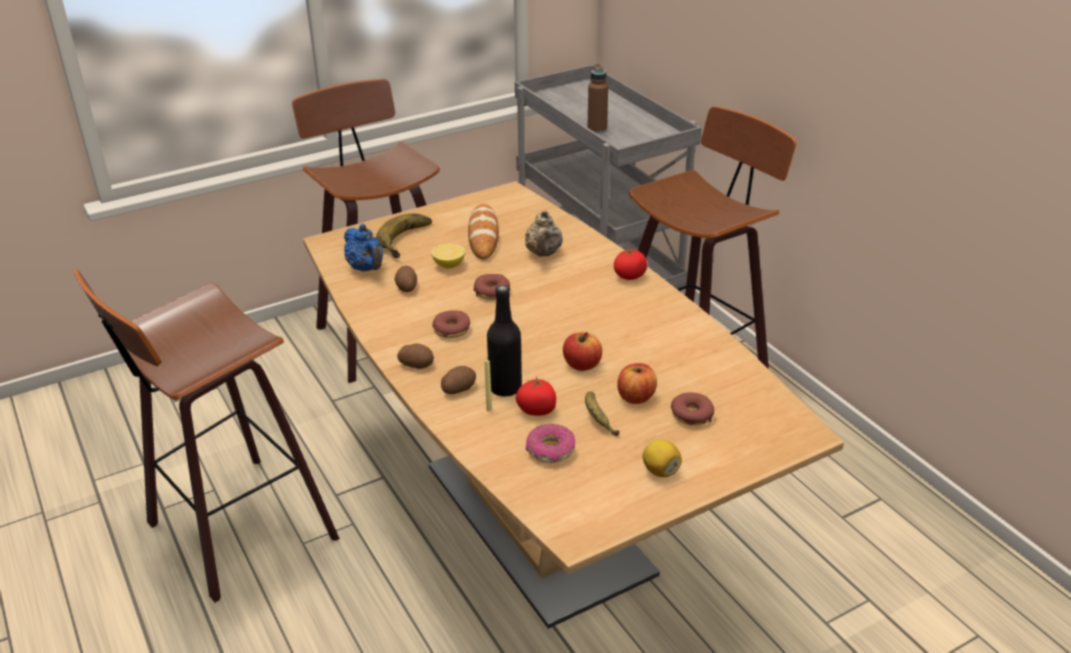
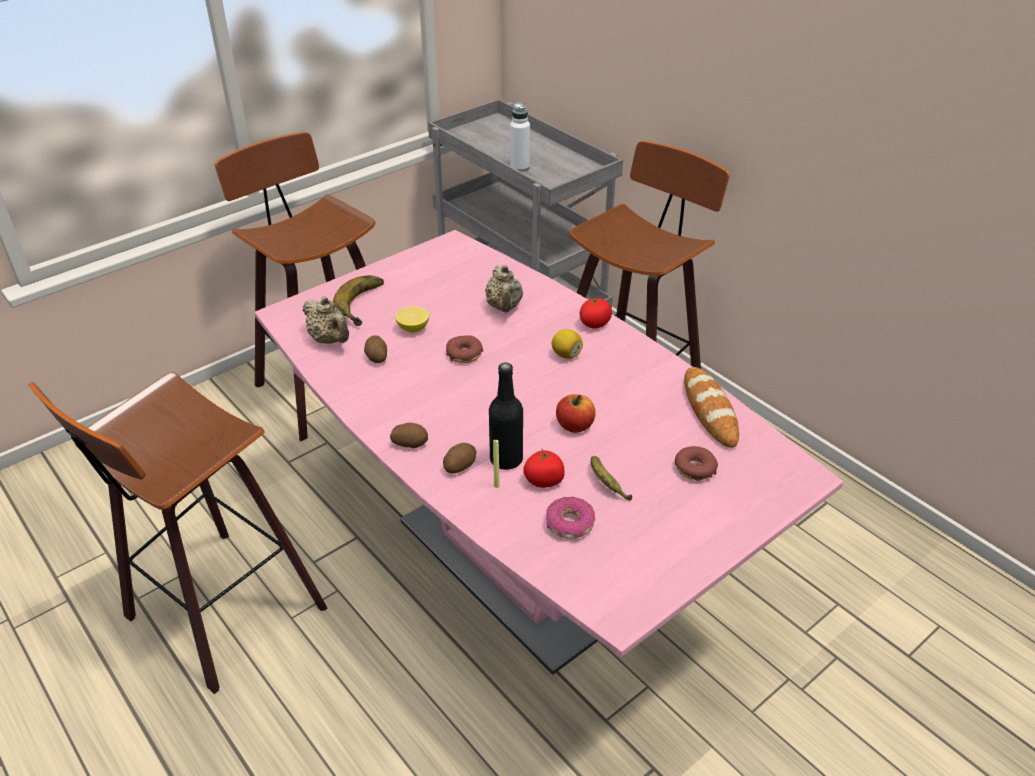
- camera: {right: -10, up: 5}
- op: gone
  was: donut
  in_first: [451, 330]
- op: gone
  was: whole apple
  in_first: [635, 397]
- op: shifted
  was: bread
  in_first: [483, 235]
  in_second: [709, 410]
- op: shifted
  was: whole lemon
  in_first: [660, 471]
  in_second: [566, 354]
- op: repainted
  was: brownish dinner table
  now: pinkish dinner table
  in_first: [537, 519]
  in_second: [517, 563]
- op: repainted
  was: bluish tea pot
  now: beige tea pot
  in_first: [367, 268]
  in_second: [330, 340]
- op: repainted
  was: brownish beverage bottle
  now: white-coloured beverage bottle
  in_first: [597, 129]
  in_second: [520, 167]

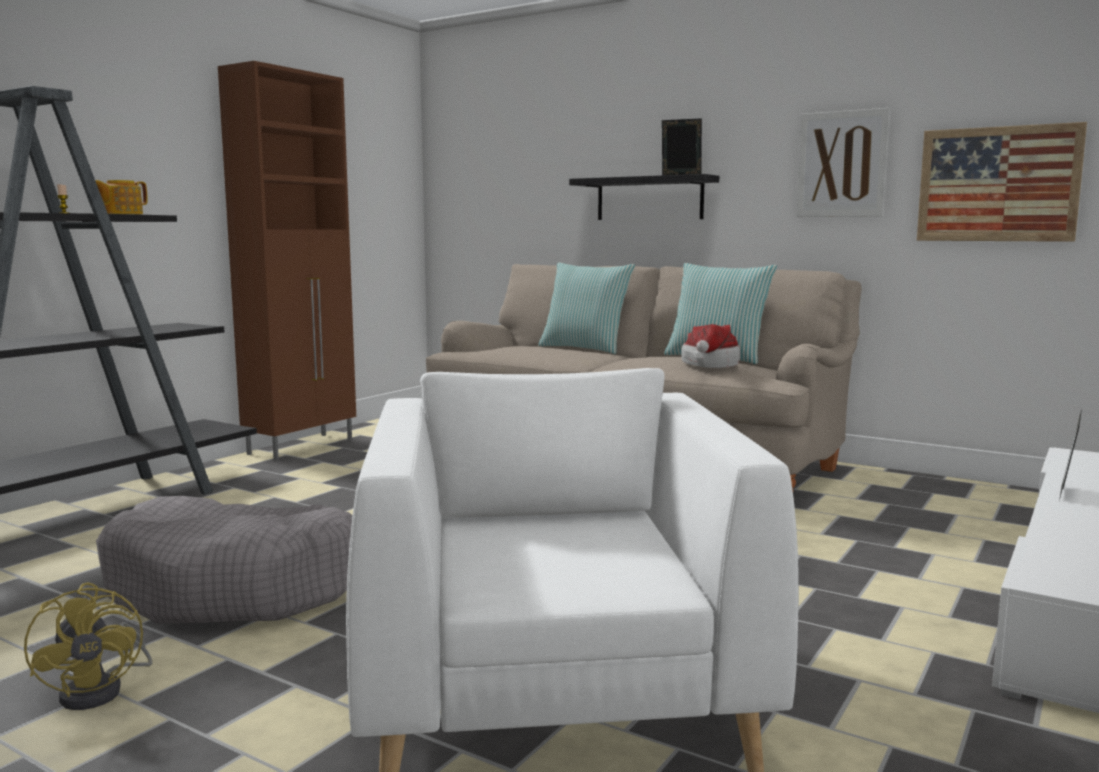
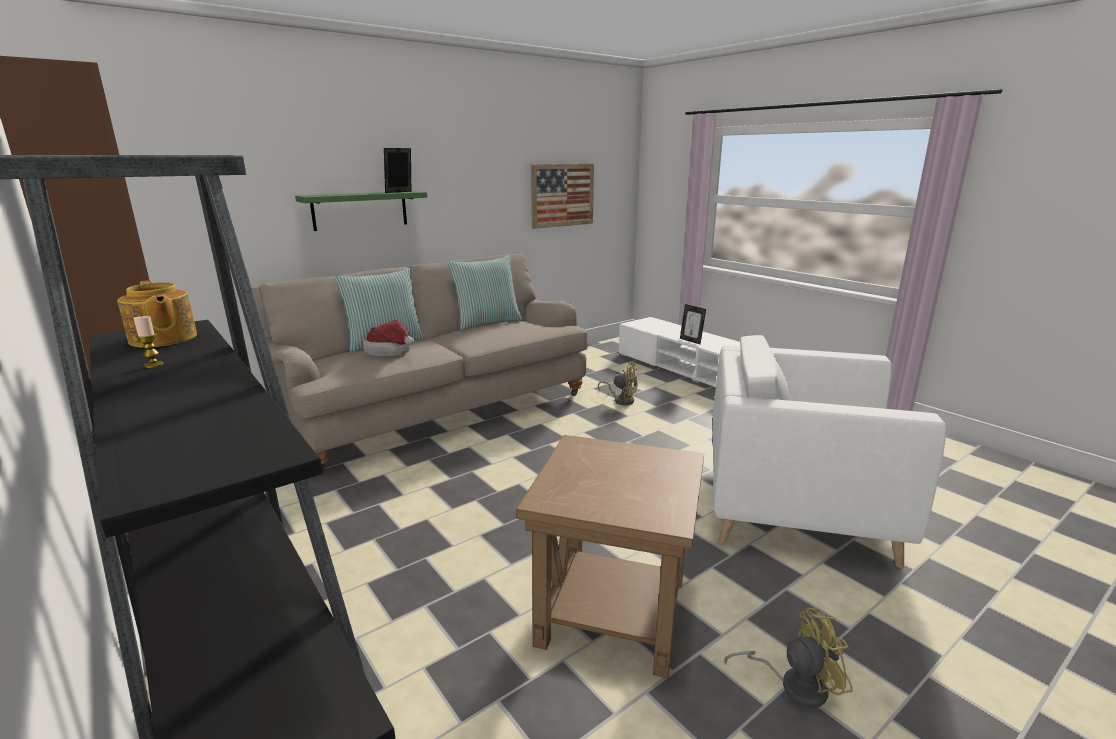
- camera: {right: -70, up: 10}
- op: gone
  was: picture
  in_first: [842, 164]
- op: new
  now: yellow-coloured electric fan
  in_second: [622, 400]
- op: shifted
  was: hat
  in_first: [709, 364]
  in_second: [391, 352]
- op: swapped
  was: gray dog cushion
  now: brownish end table
  in_first: [238, 588]
  in_second: [614, 612]
- op: repainted
  was: blackish bracket shelf
  now: green bracket shelf
  in_first: [649, 198]
  in_second: [360, 210]

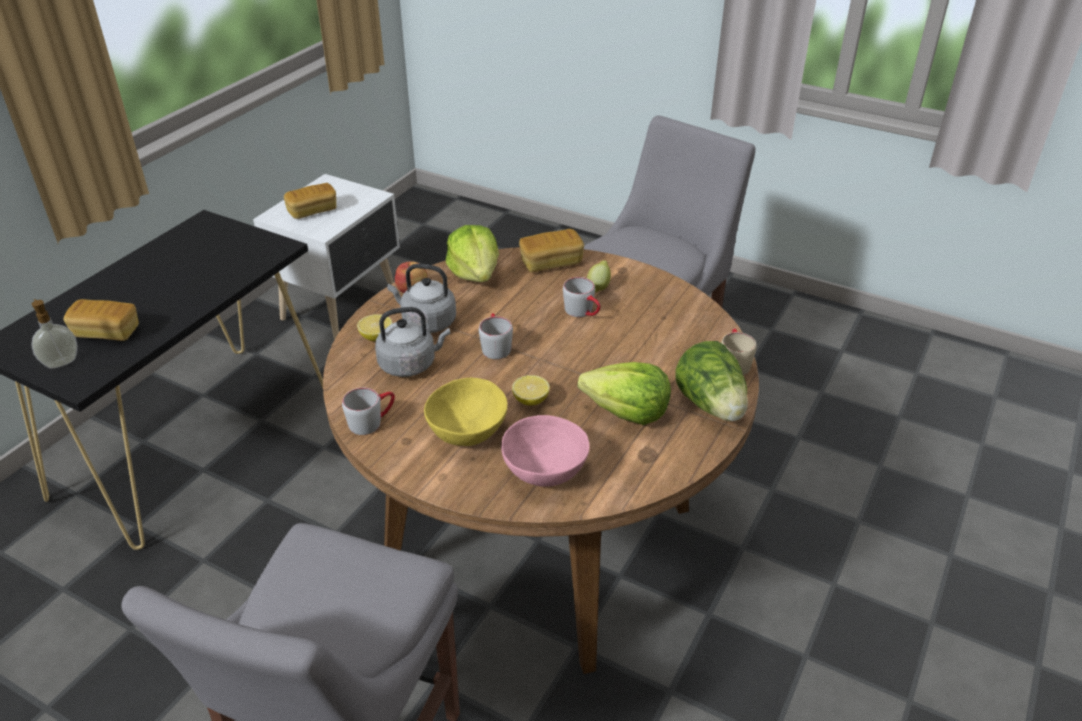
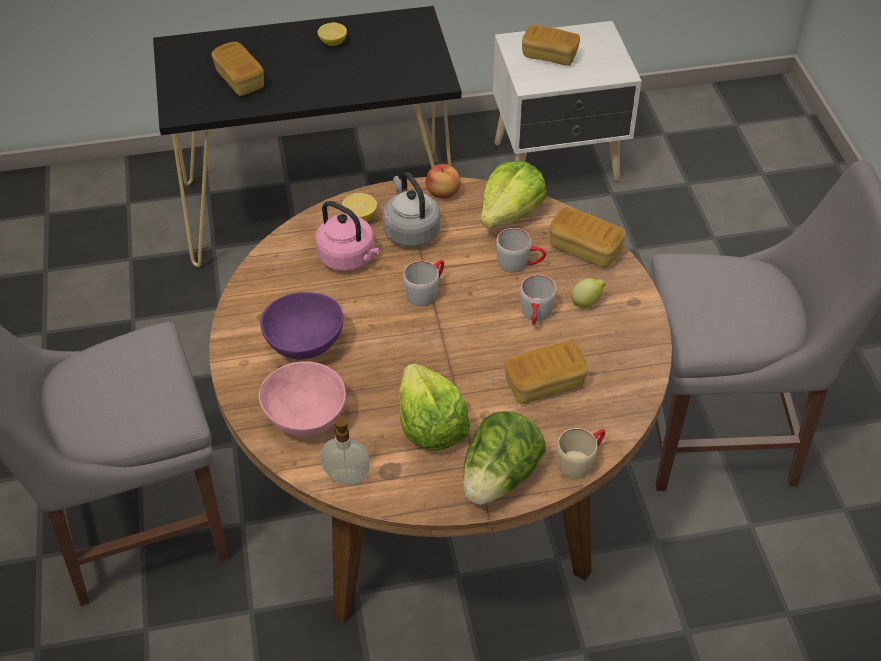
- camera: {right: 50, up: 10}
- op: new
  now: bread
  in_second: [544, 384]
- op: shifted
  was: soap bottle
  in_first: [61, 362]
  in_second: [347, 475]
- op: shifted
  was: gray tea mug
  in_first: [372, 421]
  in_second: [520, 263]
- op: shifted
  was: whole lemon
  in_first: [530, 400]
  in_second: [333, 42]
- op: repainted
  was: gray water kettle
  now: pinkish water kettle
  in_first: [410, 364]
  in_second: [349, 258]
- op: repainted
  was: yellow-coloured deep dish
  now: purple deep dish
  in_first: [469, 432]
  in_second: [306, 345]

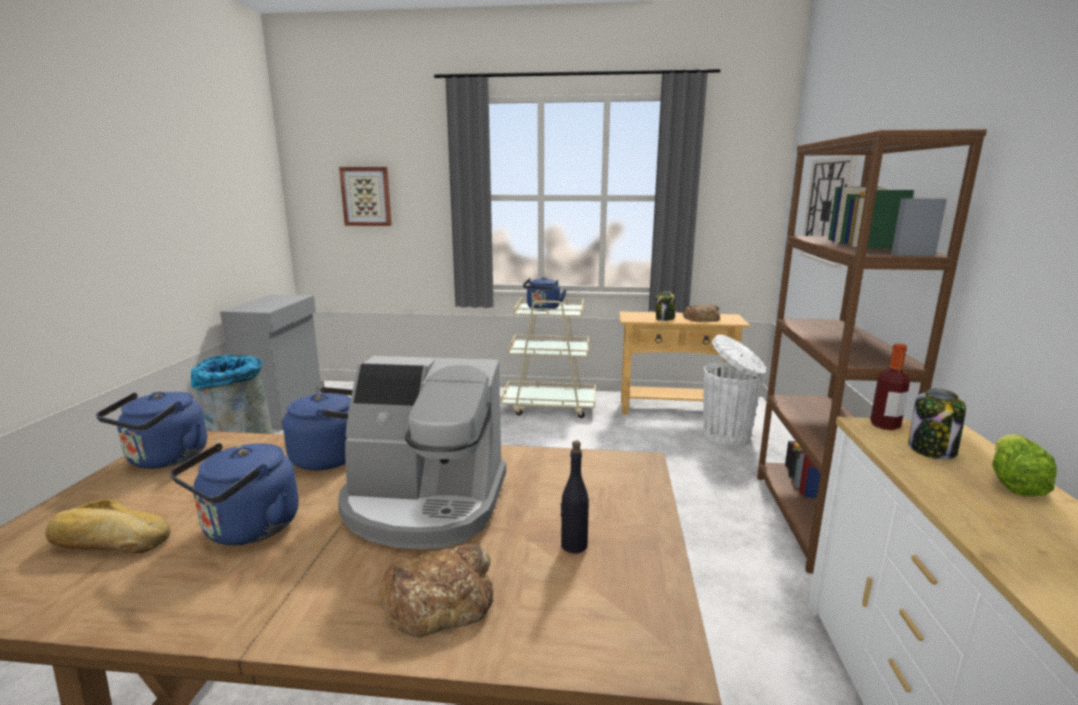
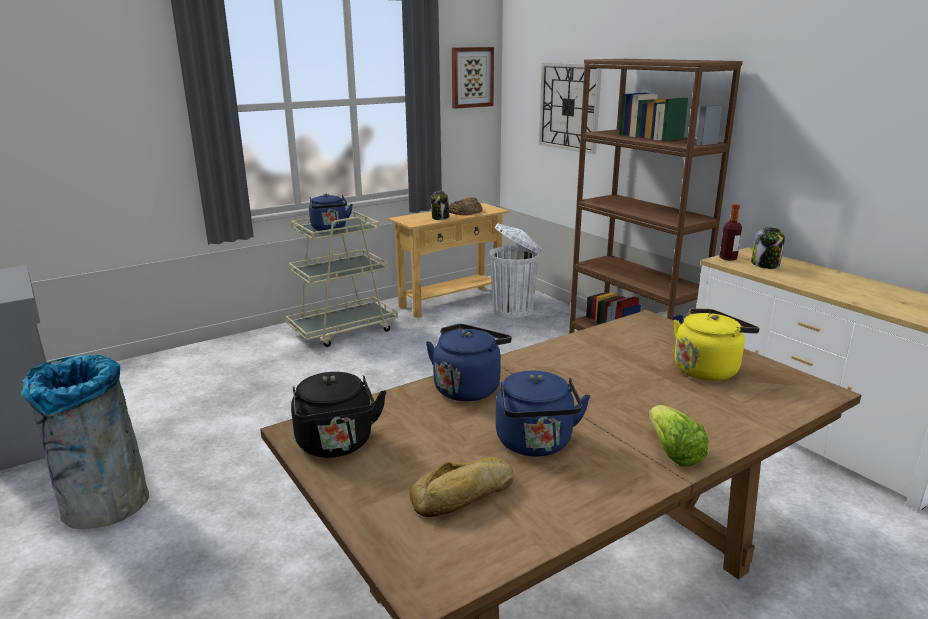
- camera: {right: -40, up: 5}
- op: gone
  was: coffee machine
  in_first: [424, 503]
- op: gone
  was: bread
  in_first: [439, 598]
- op: shifted
  was: picture
  in_first: [366, 196]
  in_second: [471, 77]
- op: shifted
  was: lettuce
  in_first: [1013, 482]
  in_second: [673, 452]
- op: swapped
  was: blackish beverage bottle
  now: yellow-coloured water kettle
  in_first: [573, 545]
  in_second: [707, 369]
- op: repainted
  was: bluish water kettle
  now: blackish water kettle
  in_first: [164, 459]
  in_second: [336, 445]

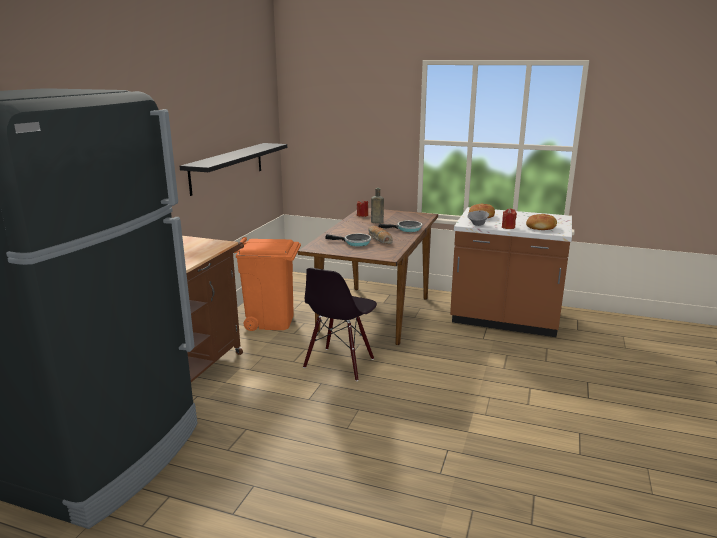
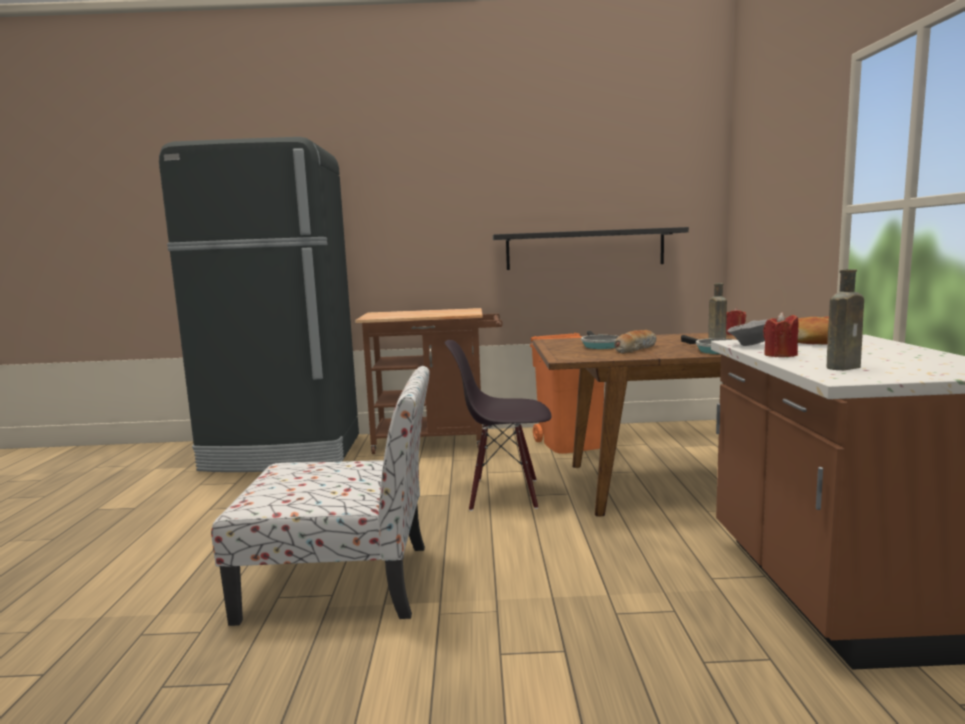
- camera: {right: 70, up: -10}
- op: new
  now: upright chair
  in_second: [343, 582]
- op: swapped
  was: bread
  now: brownish beverage bottle
  in_first: [541, 227]
  in_second: [844, 367]

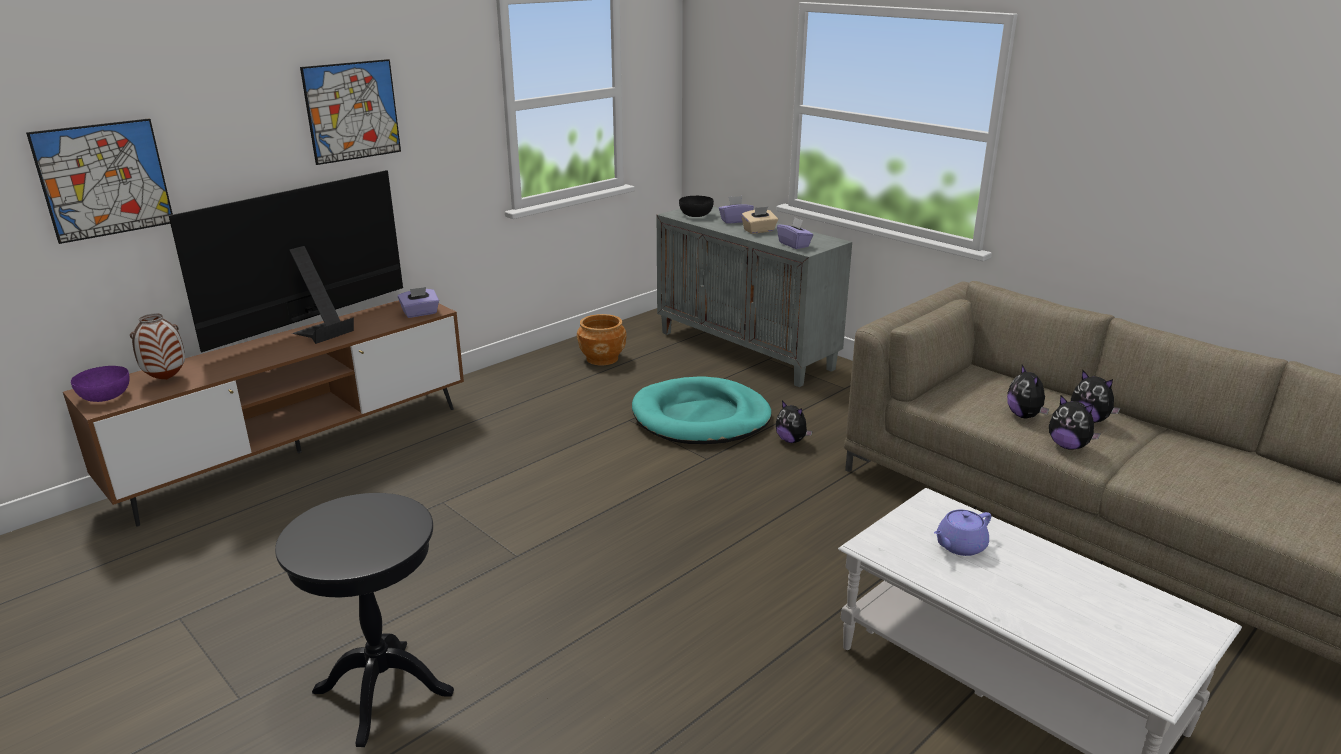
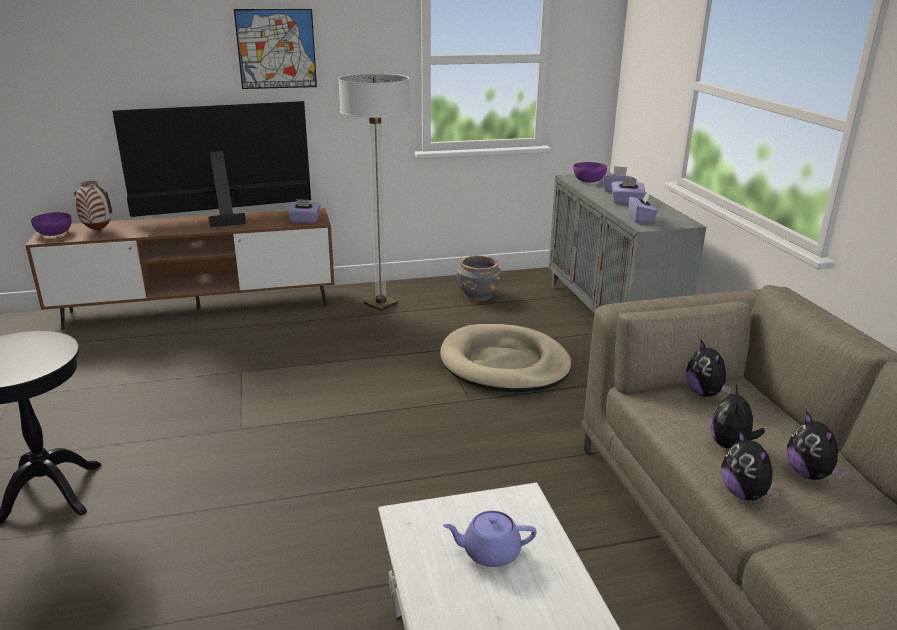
- camera: {right: 30, up: 0}
- op: gone
  was: picture
  in_first: [104, 180]
- op: new
  now: standing lamp
  in_second: [381, 304]
- op: shifted
  was: soft toy
  in_first: [791, 440]
  in_second: [705, 393]
- op: repainted
  was: brownish plant pot
  now: gray plant pot
  in_first: [602, 358]
  in_second: [478, 295]
- op: repainted
  was: turquoise-coloured dog cushion
  now: beige dog cushion
  in_first: [701, 417]
  in_second: [504, 364]
- op: repainted
  was: blackish deep dish
  now: purple deep dish
  in_first: [696, 215]
  in_second: [589, 181]
- op: repainted
  was: beige tissue holder
  now: purple tissue holder
  in_first: [759, 231]
  in_second: [626, 202]

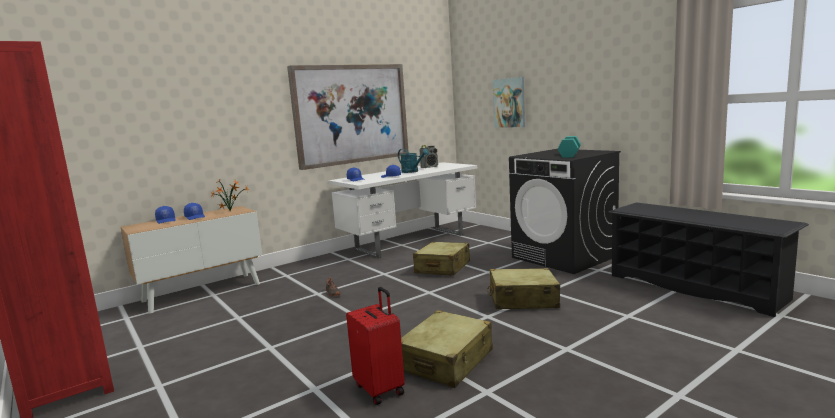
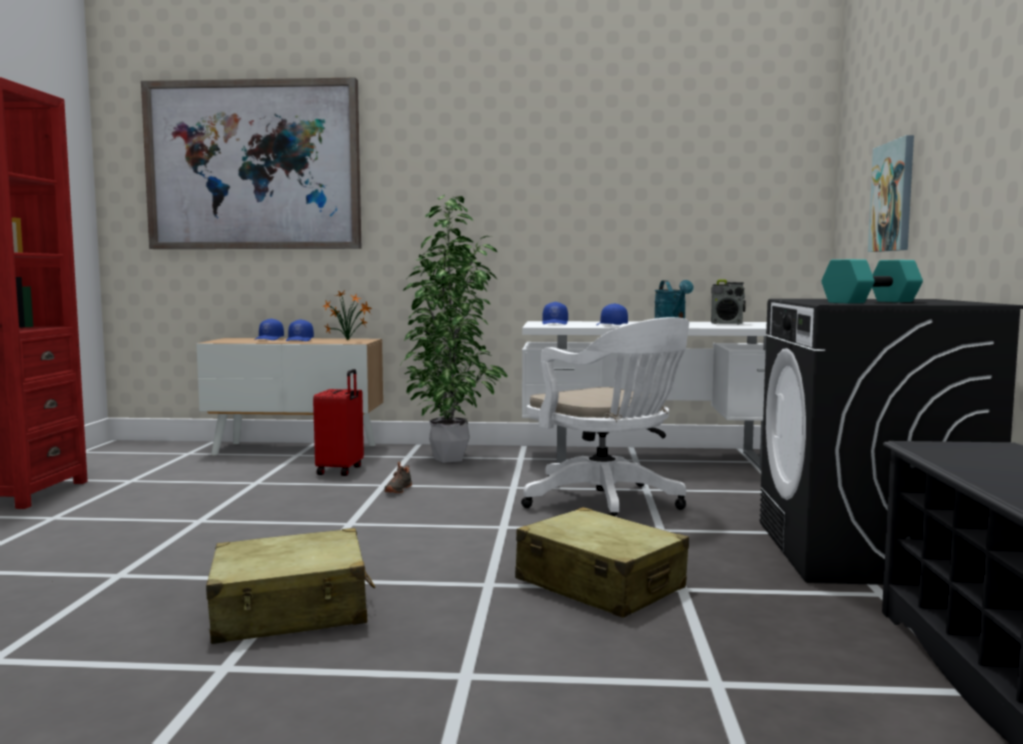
- camera: {right: 40, up: -5}
- op: new
  now: potted plant
  in_second: [454, 458]
- op: shifted
  was: picture
  in_first: [351, 114]
  in_second: [254, 166]
- op: shifted
  was: reddish travel case
  in_first: [380, 389]
  in_second: [341, 470]
- op: swapped
  was: beige travel case
  now: white-coloured computer chair
  in_first: [442, 268]
  in_second: [608, 504]

